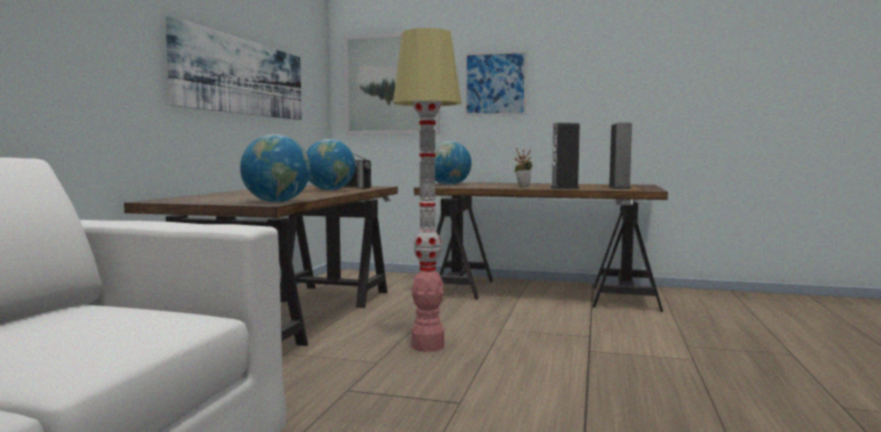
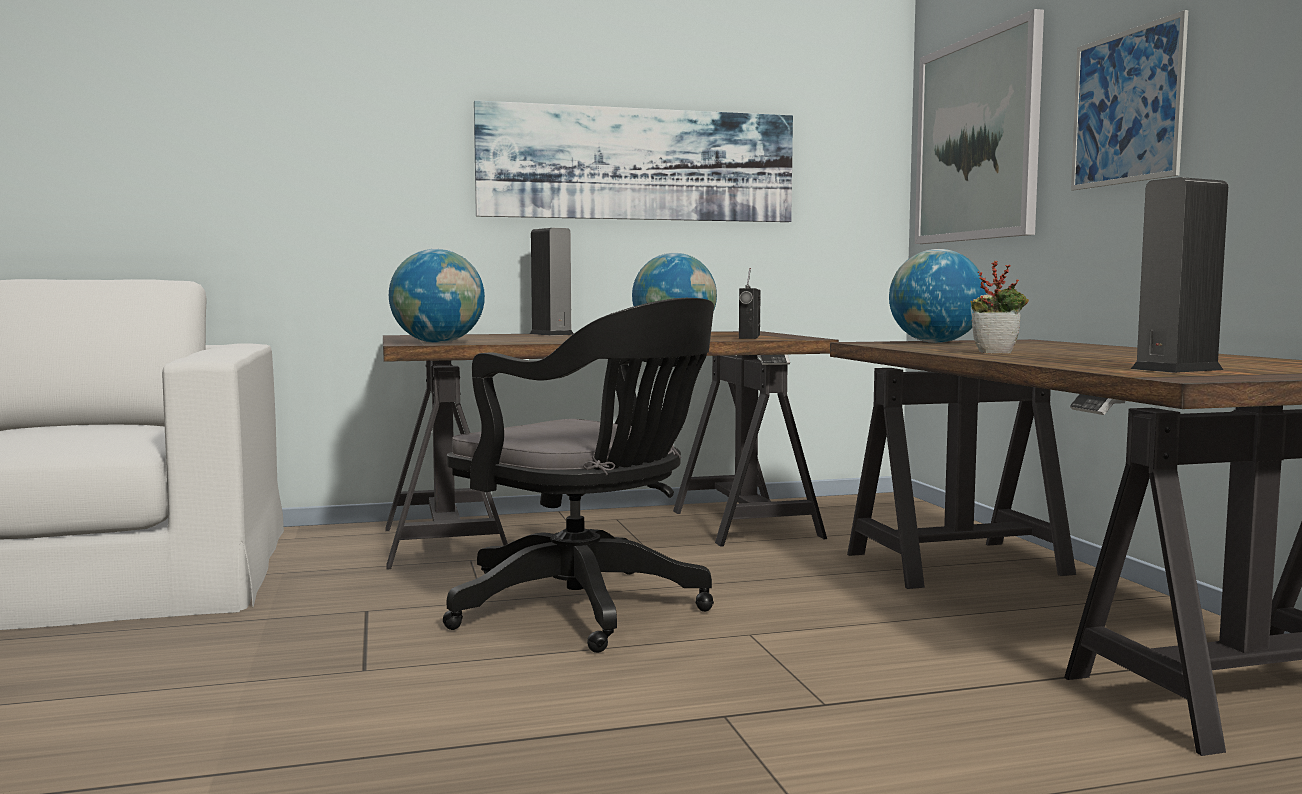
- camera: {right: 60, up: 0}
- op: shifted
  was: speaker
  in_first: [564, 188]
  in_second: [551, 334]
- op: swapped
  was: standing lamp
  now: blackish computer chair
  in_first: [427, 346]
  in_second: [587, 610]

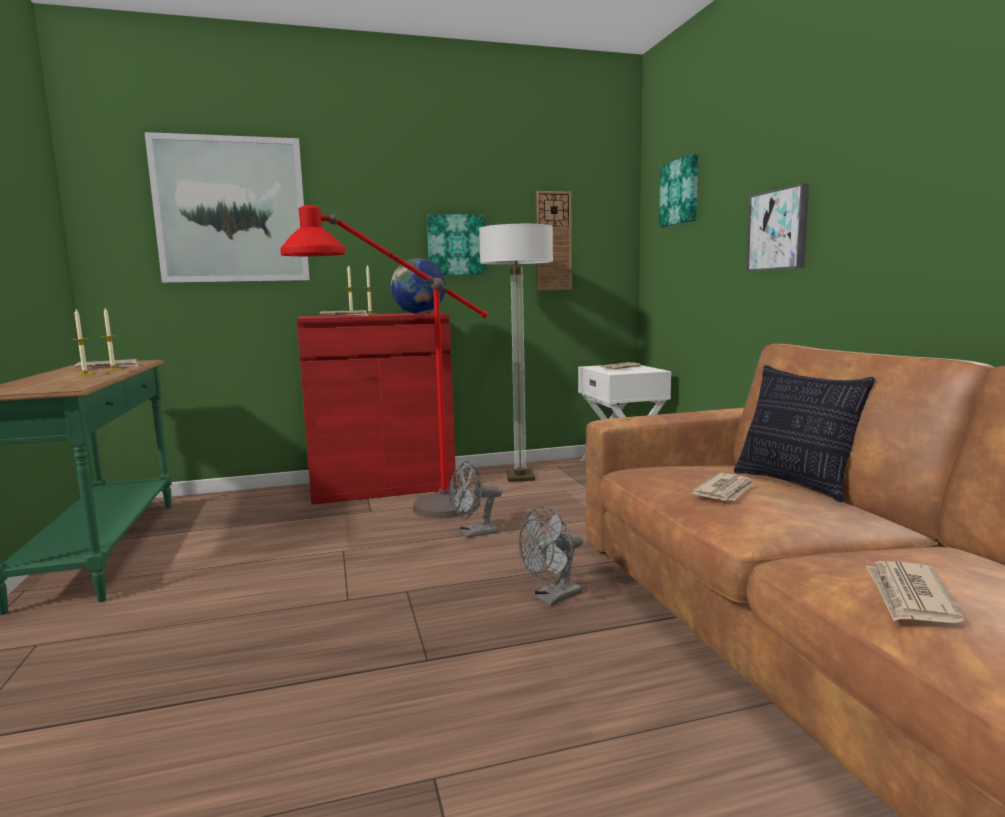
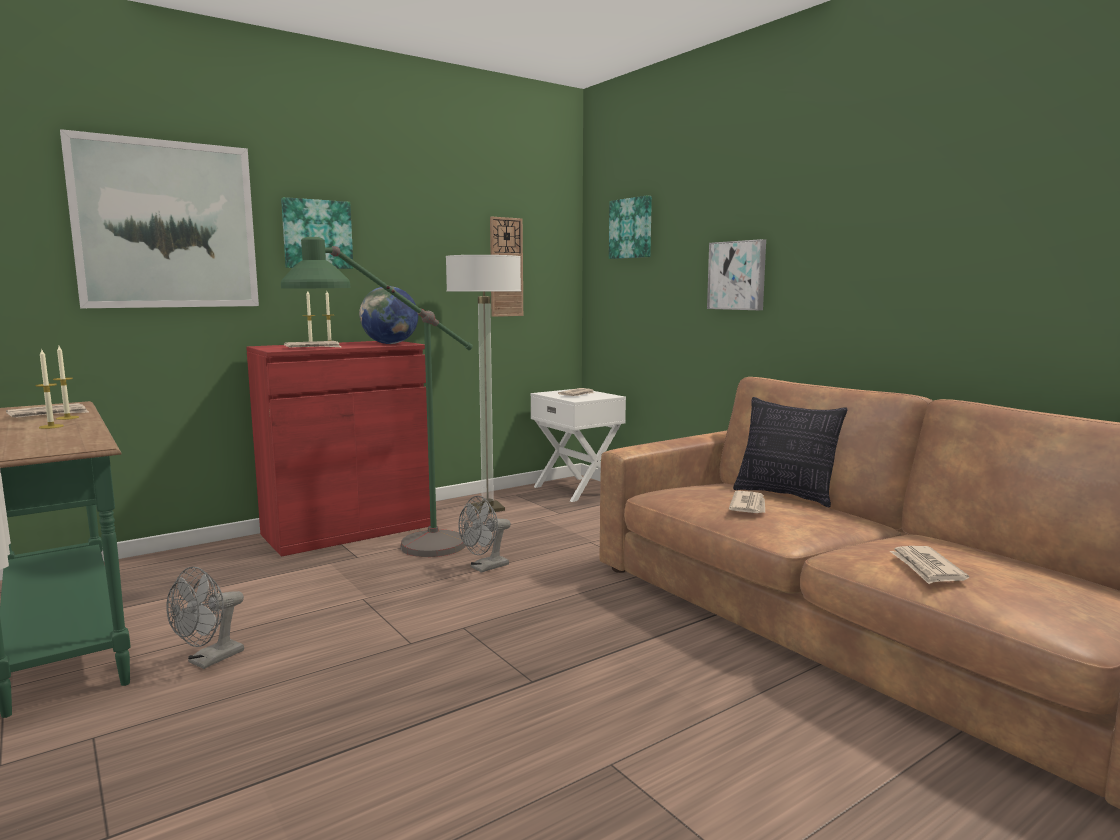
- camera: {right: -20, up: 0}
- op: shifted
  was: picture
  in_first: [456, 245]
  in_second: [317, 234]
- op: shifted
  was: gray electric fan
  in_first: [552, 598]
  in_second: [209, 660]
- op: repainted
  was: reddish standing lamp
  now: green standing lamp
  in_first: [402, 515]
  in_second: [395, 558]

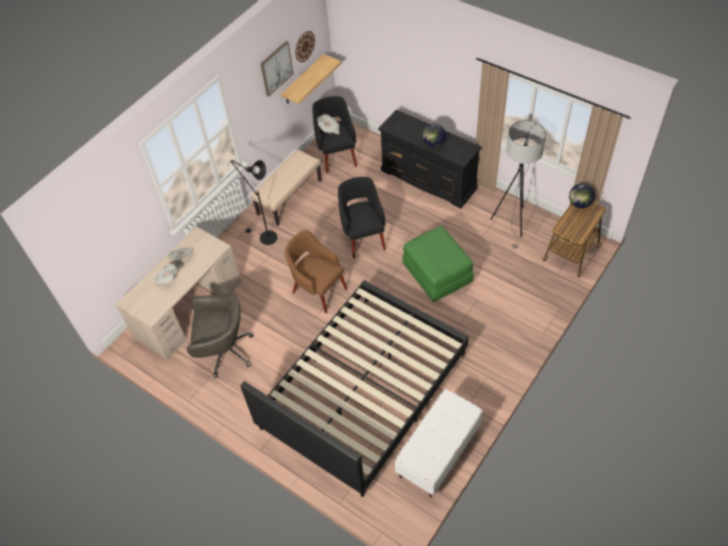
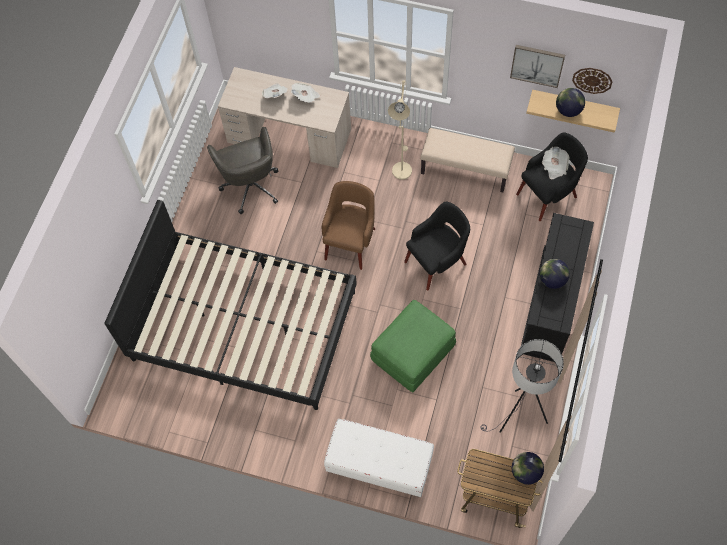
- camera: {right: 70, up: 10}
- op: new
  now: desk globe
  in_second: [568, 110]
- op: shifted
  was: white-coloured indoor bench
  in_first: [438, 452]
  in_second: [379, 466]
- op: repainted
  was: blackish standing lamp
  now: beige standing lamp
  in_first: [265, 237]
  in_second: [401, 167]

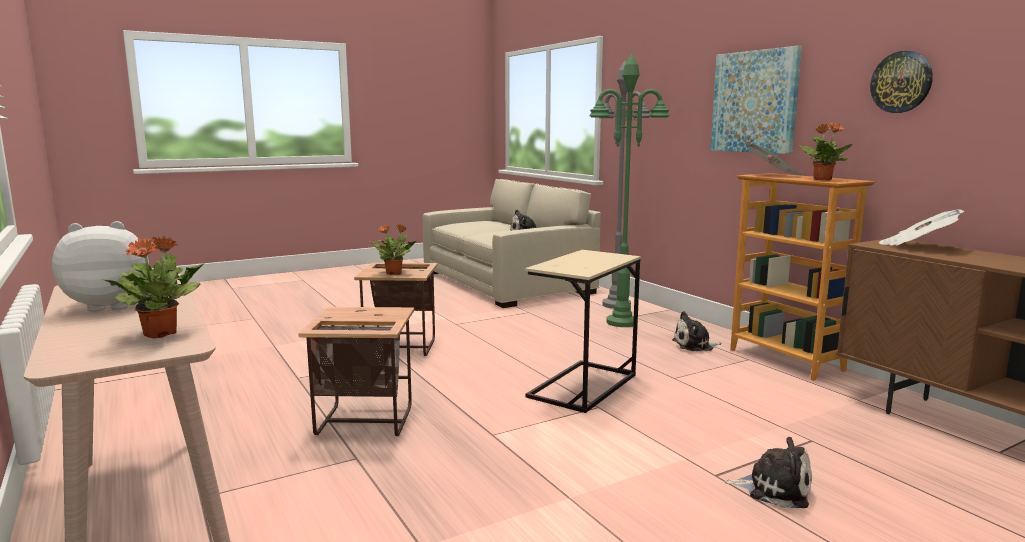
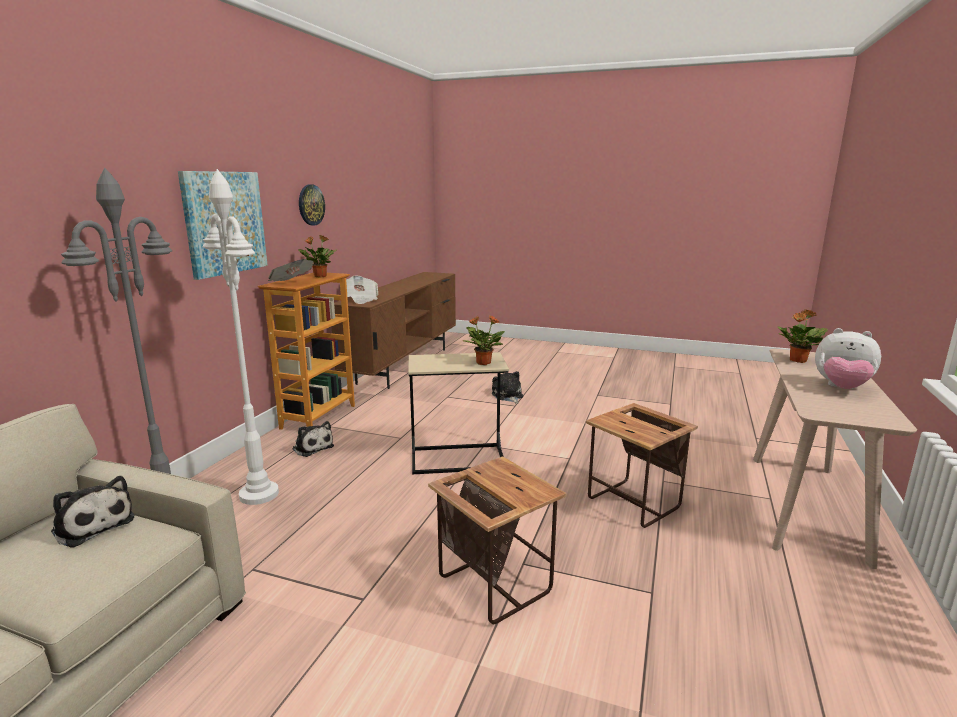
- camera: {right: -130, up: 5}
- op: shifted
  was: potted plant
  in_first: [394, 273]
  in_second: [483, 363]
- op: repainted
  was: green standing lamp
  now: white-coloured standing lamp
  in_first: [621, 322]
  in_second: [259, 494]

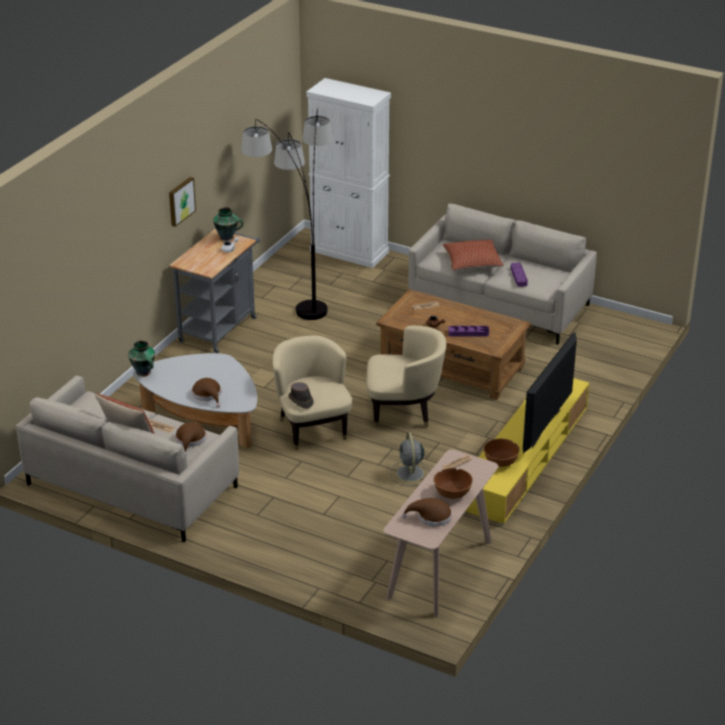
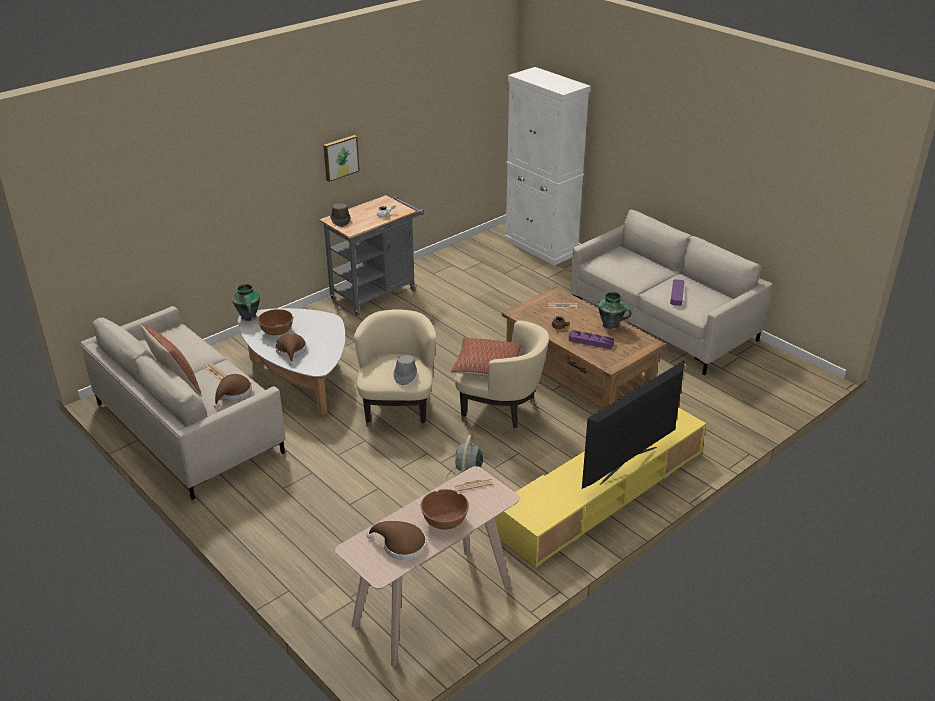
- camera: {right: 20, up: 0}
- op: gone
  was: standing lamp
  in_first: [297, 292]
- op: new
  now: gray hat
  in_second: [405, 375]
- op: shifted
  was: flower vase
  in_first: [227, 238]
  in_second: [611, 326]
- op: shifted
  was: brownish hat
  in_first: [300, 401]
  in_second: [340, 220]
- op: shifted
  was: throw pillow
  in_first: [472, 262]
  in_second: [487, 366]
- op: shifted
  was: brownish deep dish
  in_first: [500, 461]
  in_second: [277, 331]

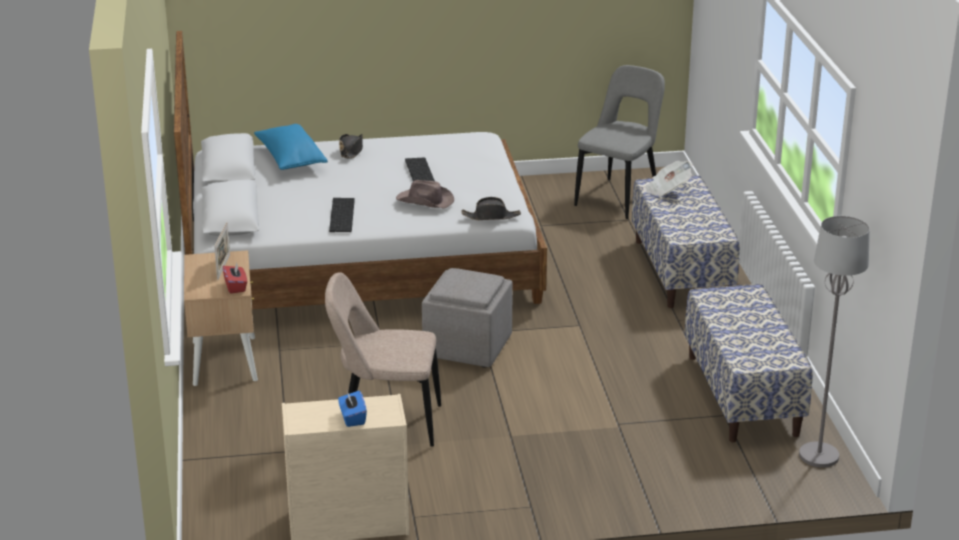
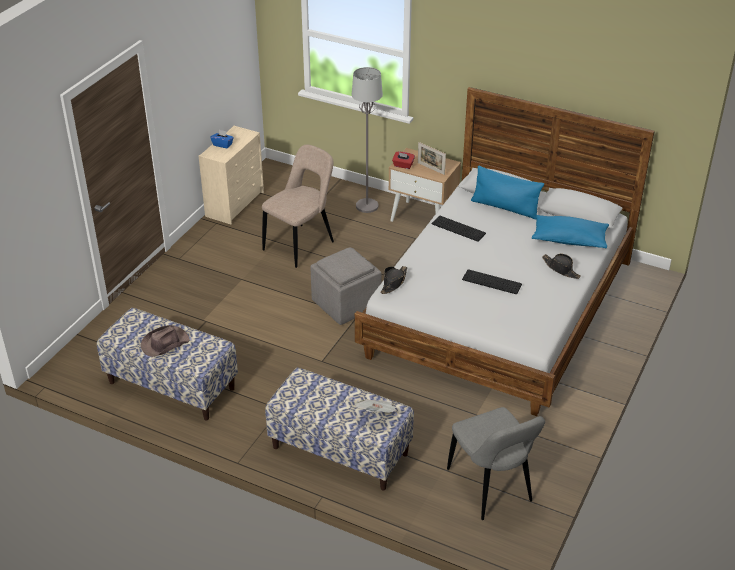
- camera: {right: 125, up: 10}
- op: new
  now: bluish throw pillow
  in_second: [505, 207]
- op: shifted
  was: brownish hat
  in_first: [425, 201]
  in_second: [164, 343]
- op: shifted
  was: gray standing lamp
  in_first: [818, 456]
  in_second: [367, 206]

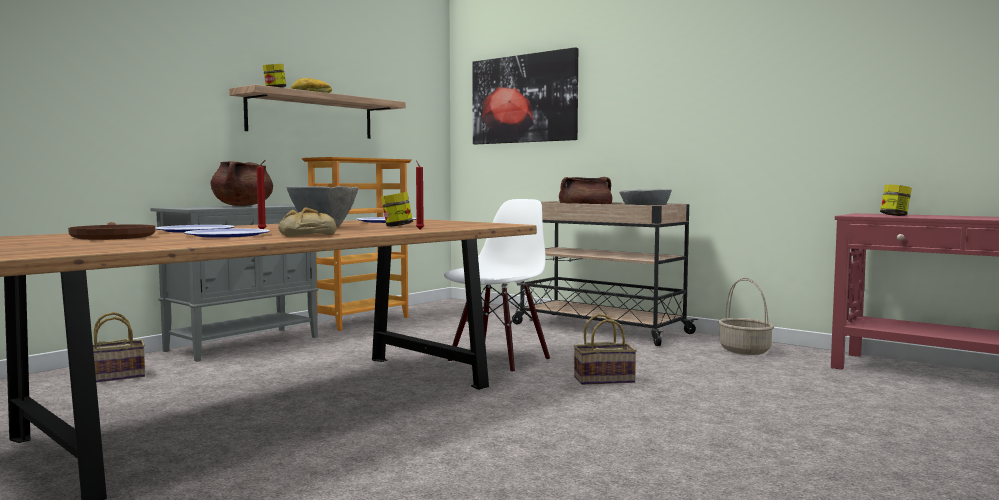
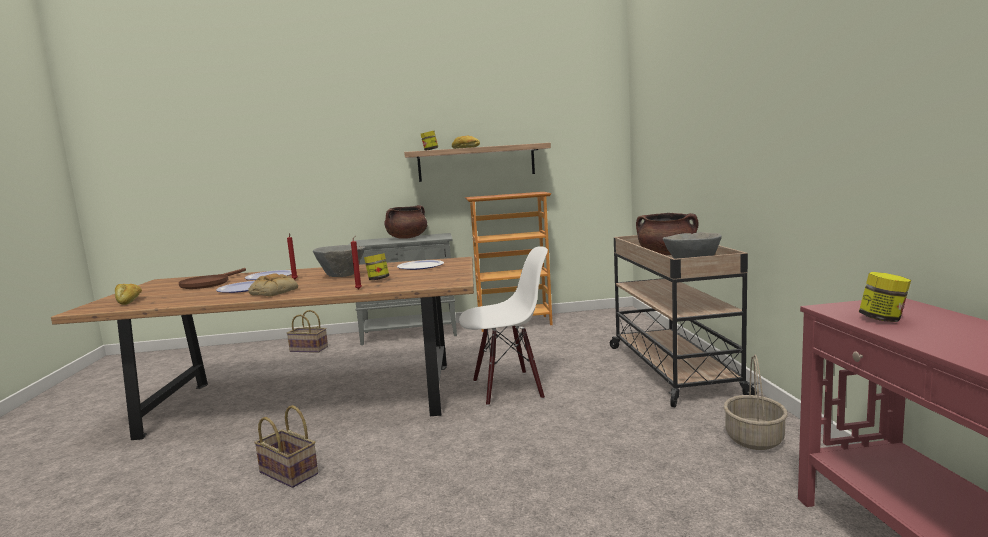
- camera: {right: 45, up: 5}
- op: gone
  was: picture
  in_first: [524, 99]
- op: new
  now: bread
  in_second: [129, 301]
- op: shifted
  was: storage basket
  in_first: [605, 379]
  in_second: [290, 473]

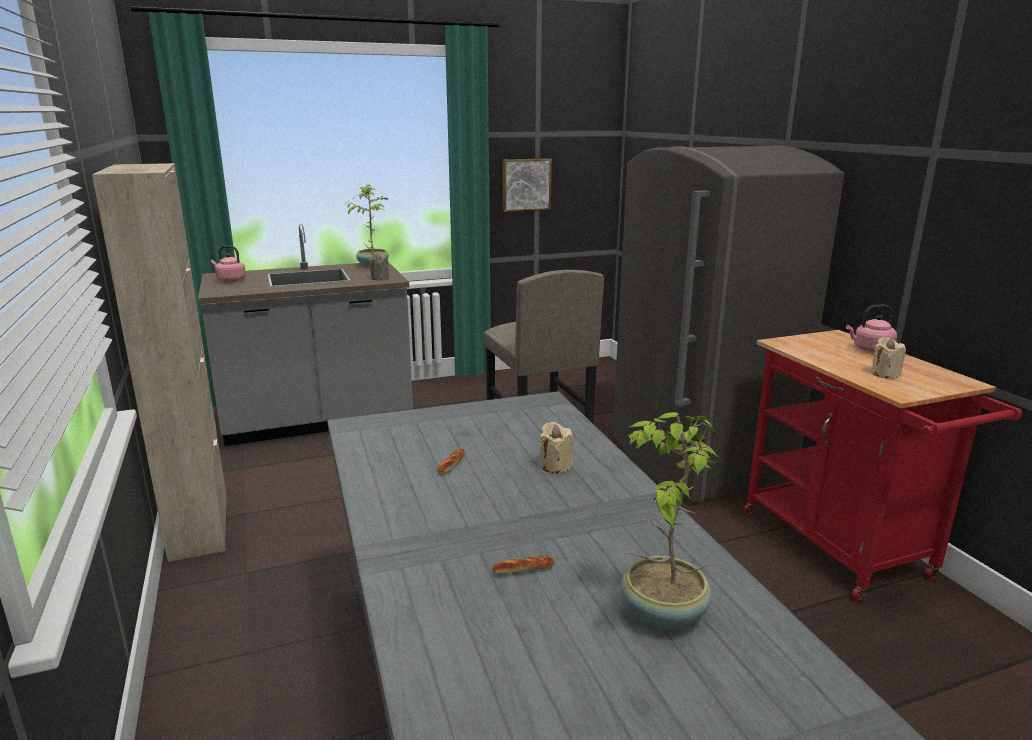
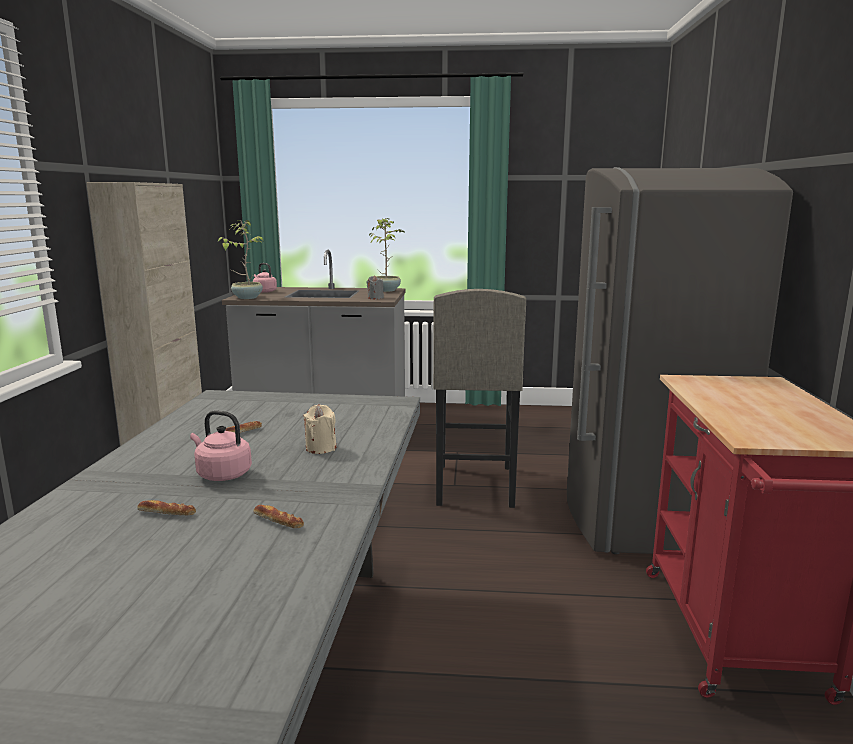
- camera: {right: 25, up: -5}
- op: gone
  was: picture
  in_first: [525, 184]
- op: gone
  was: beige candle
  in_first: [885, 374]
- op: new
  now: bread
  in_second: [278, 521]
- op: shifted
  was: potted plant
  in_first: [661, 613]
  in_second: [246, 297]
- op: shifted
  was: pinkish water kettle
  in_first: [870, 350]
  in_second: [222, 474]

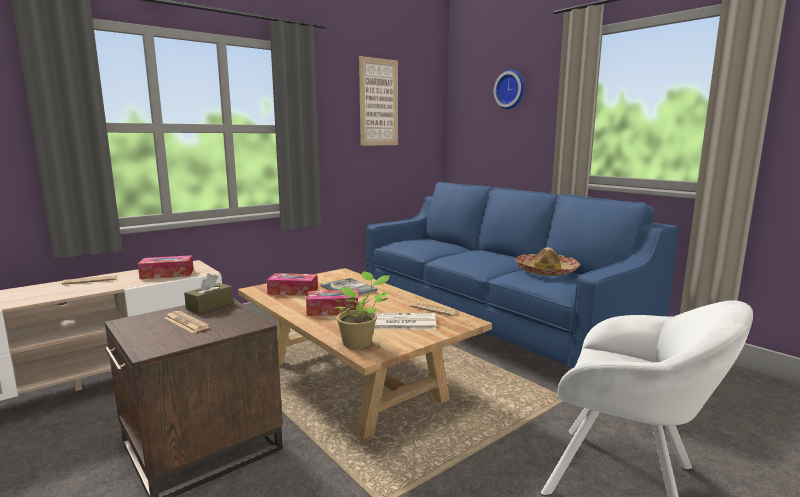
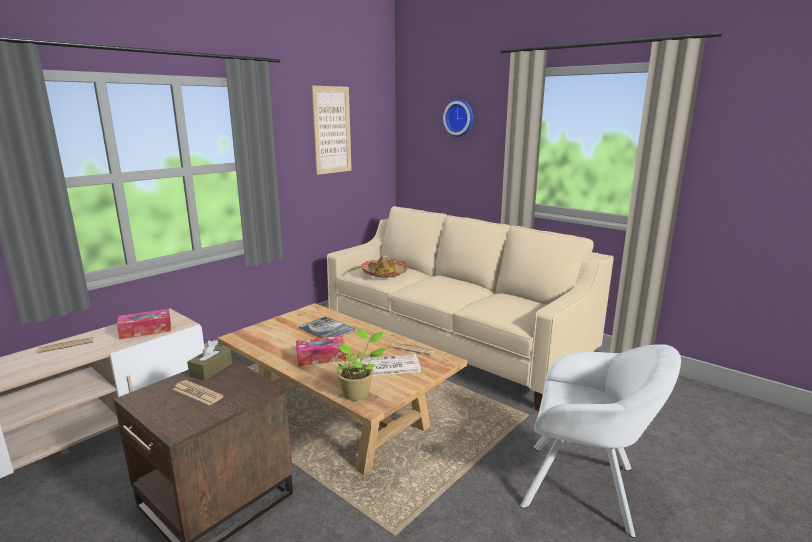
- camera: {right: -10, up: 5}
- op: gone
  was: tissue holder
  in_first: [293, 291]
- op: shifted
  was: hat
  in_first: [546, 271]
  in_second: [384, 273]
- op: repainted
  was: bluish sofa
  now: beige sofa
  in_first: [495, 326]
  in_second: [455, 344]

